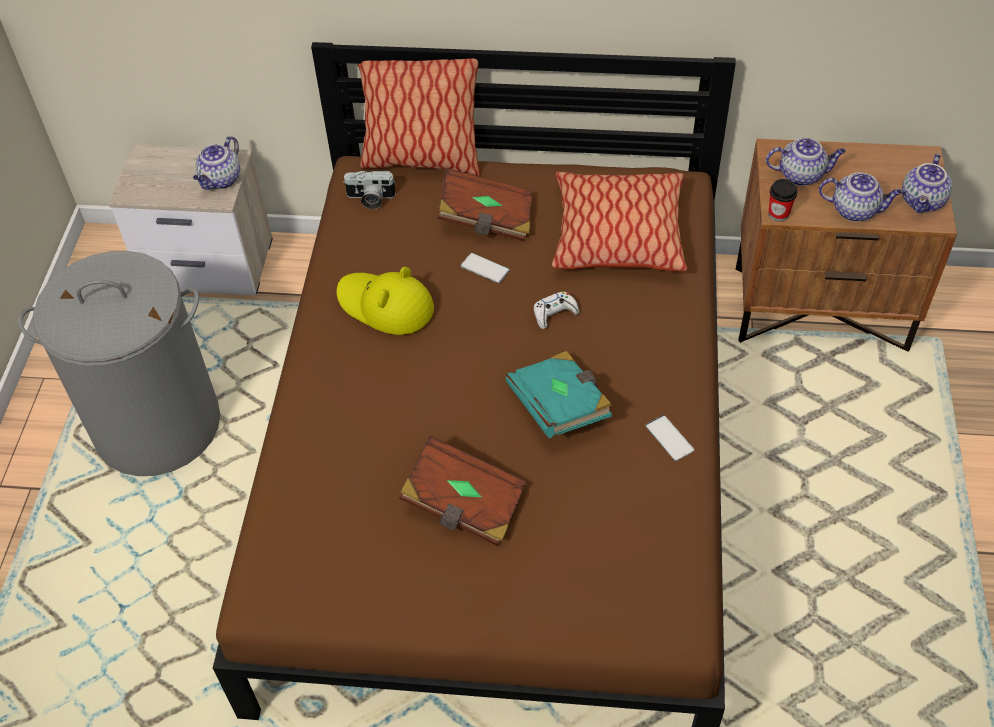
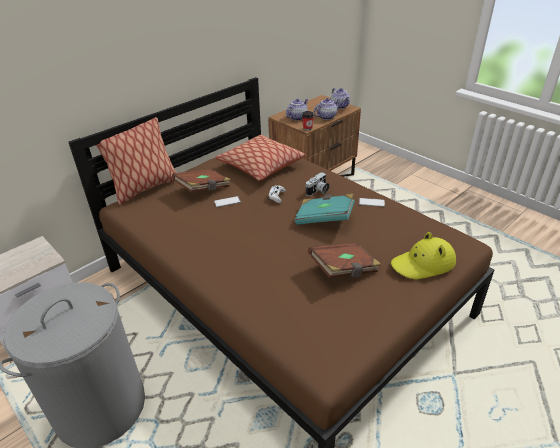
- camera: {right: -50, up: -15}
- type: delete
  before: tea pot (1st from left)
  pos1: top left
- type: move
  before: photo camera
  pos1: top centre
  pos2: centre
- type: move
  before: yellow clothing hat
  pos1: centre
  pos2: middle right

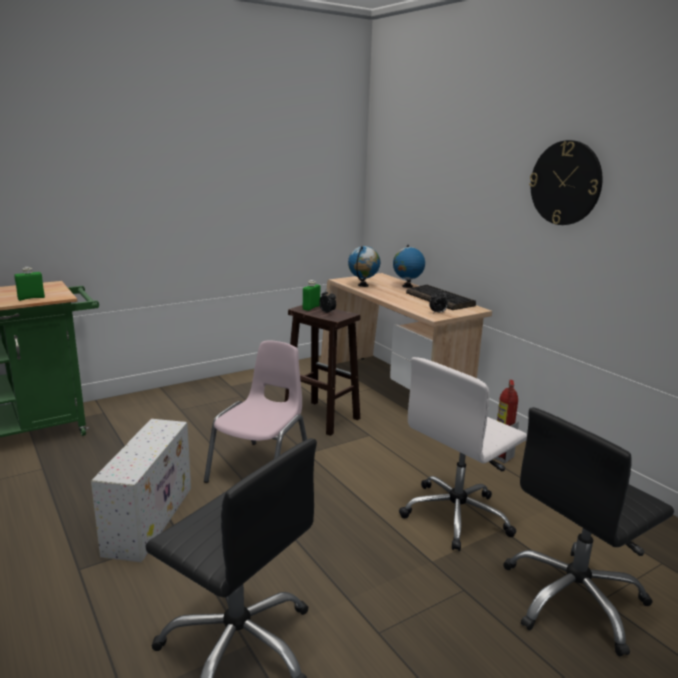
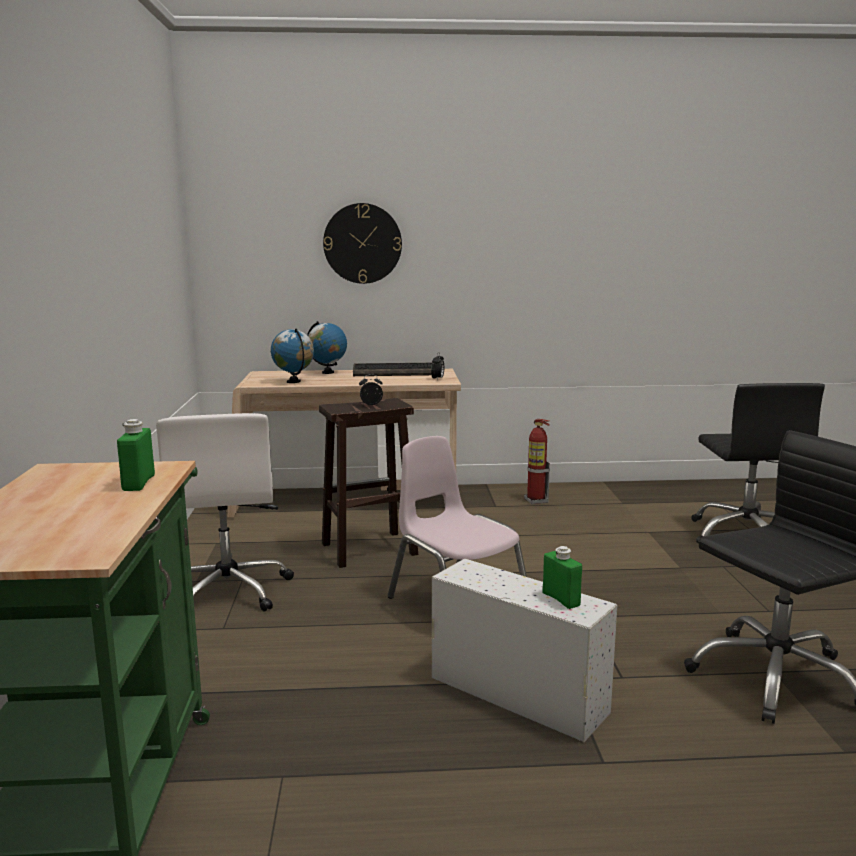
- camera: {right: -60, up: -5}
- type: move
  before: hanging clock
  pos1: top right
  pos2: top centre
- type: move
  before: green-coloured drink bottle (2nd from left)
  pos1: centre
  pos2: bottom centre
- type: move
  before: white desk chair
  pos1: bottom right
  pos2: middle left

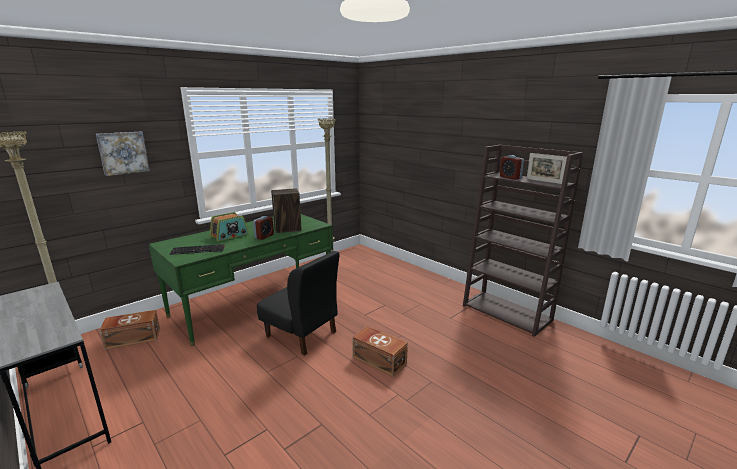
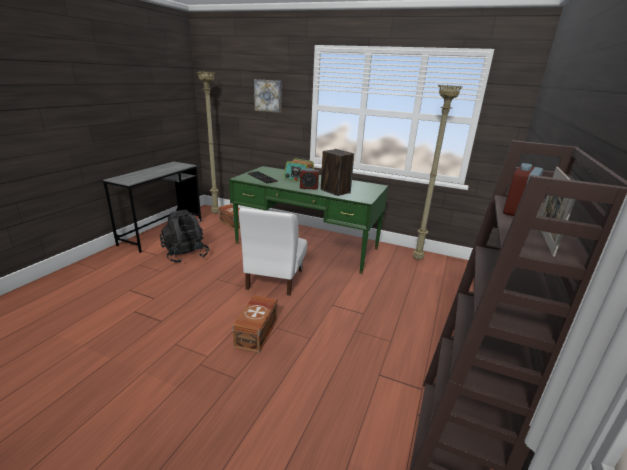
- camera: {right: 65, up: 5}
- type: recolor
  before: black chair
  after: white chair
  pos1: centre
  pos2: centre
- type: insert
  after: black knapsack
  pos2: middle left

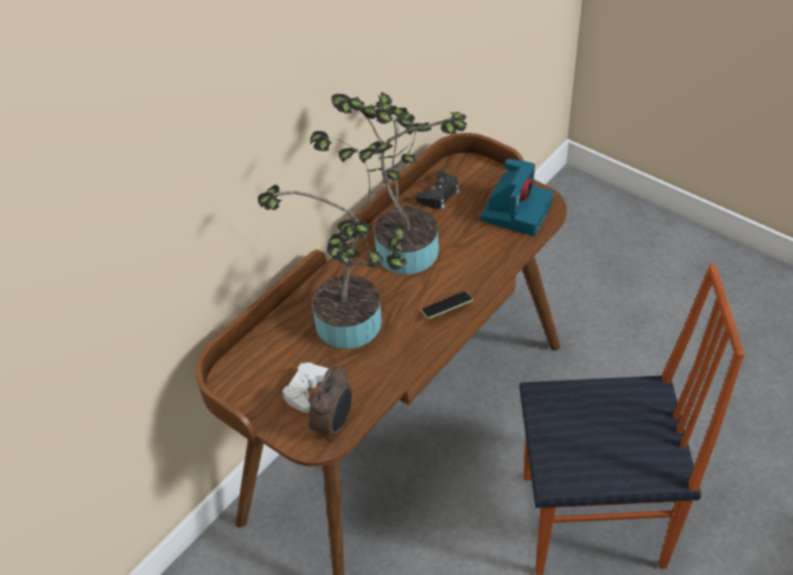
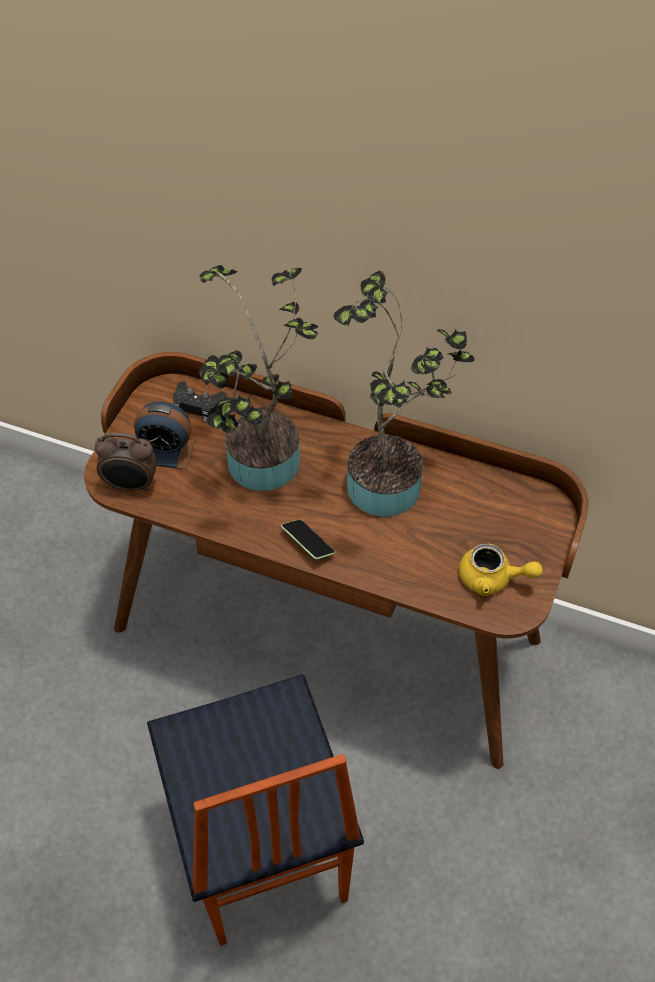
- camera: {right: 70, up: 5}
- type: replace
  before: photo camera
  after: yellow tea pot
  pos1: centre
  pos2: middle right
- type: move
  before: black gamepad
  pos1: top centre
  pos2: middle left
- type: replace
  before: white gamepad
  after: bedside clock (2nd from left)
  pos1: bottom centre
  pos2: middle left

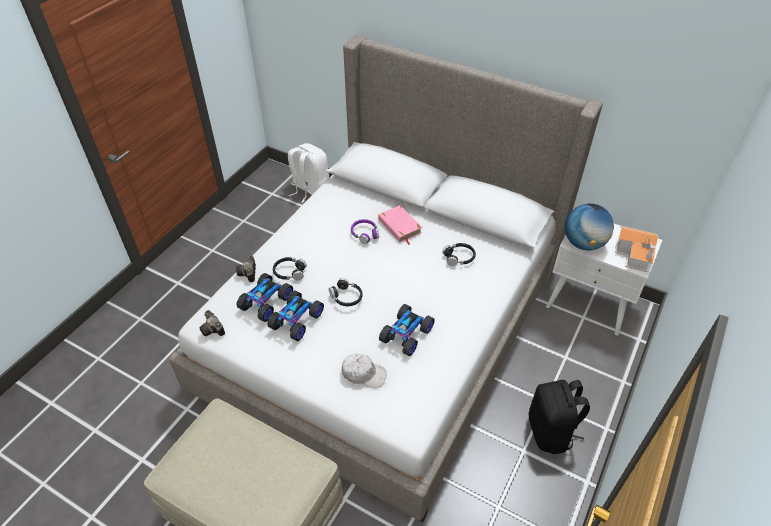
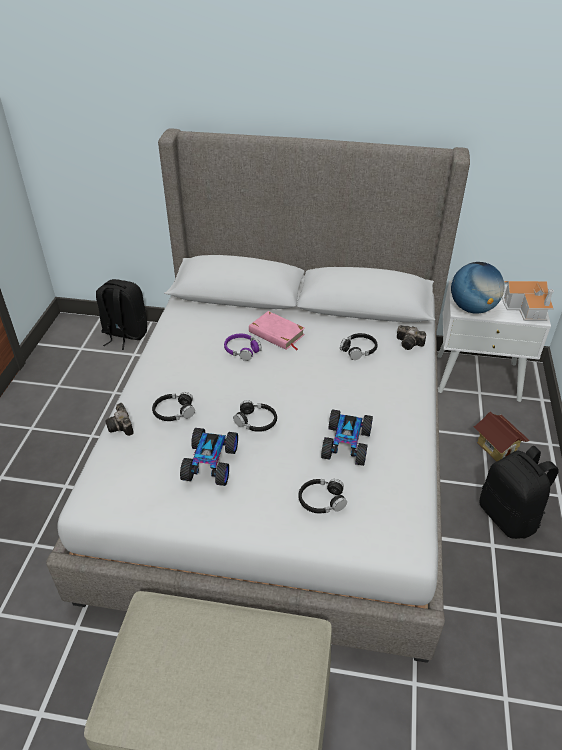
- camera: {right: -20, up: -5}
- type: recolor
  before: white knapsack
  after: black knapsack (1st from left)
  pos1: top centre
  pos2: middle left
- type: delete
  before: toy car (1st from left)
  pos1: centre
- type: move
  before: photo camera (1st from left in the first image)
  after: photo camera (2nd from left)
  pos1: middle left
  pos2: middle right
- type: replace
  before: white cap
  after: black pair of headphones (3rd from left)
  pos1: bottom centre
  pos2: centre
- type: insert
  after: toy house (1st from left)
  pos2: middle right

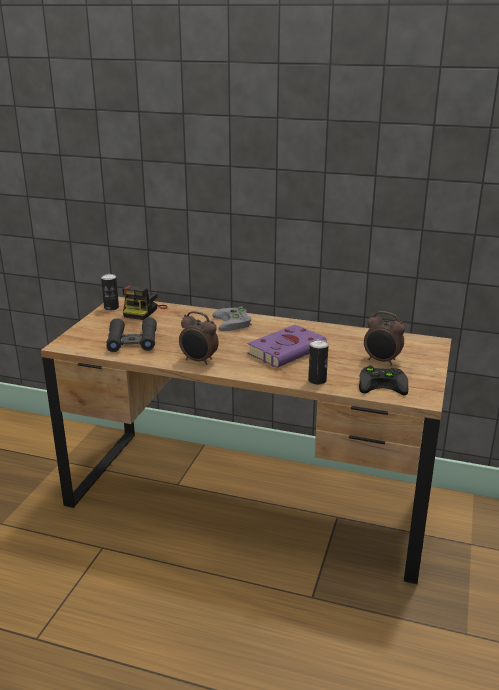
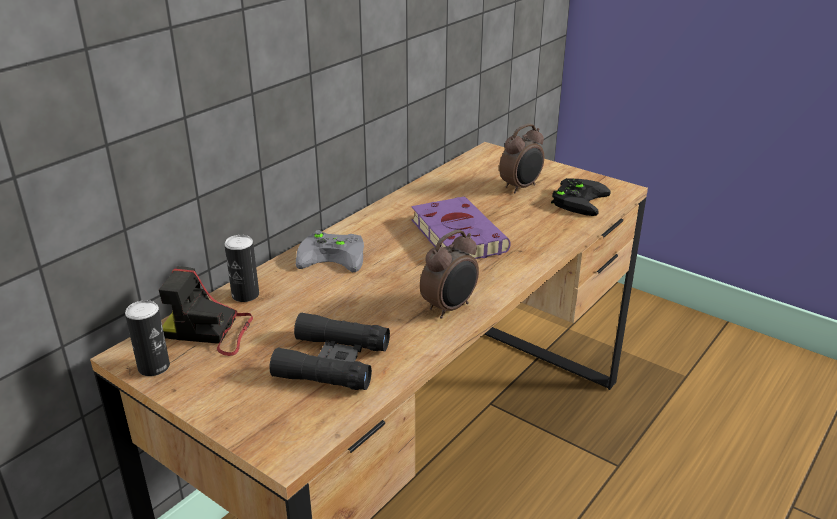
- camera: {right: -70, up: 5}
- type: rotate
  before: photo camera
  pos1: middle left
  pos2: middle left
  turn: 150
- type: move
  before: can (2nd from left)
  pos1: centre
  pos2: middle left

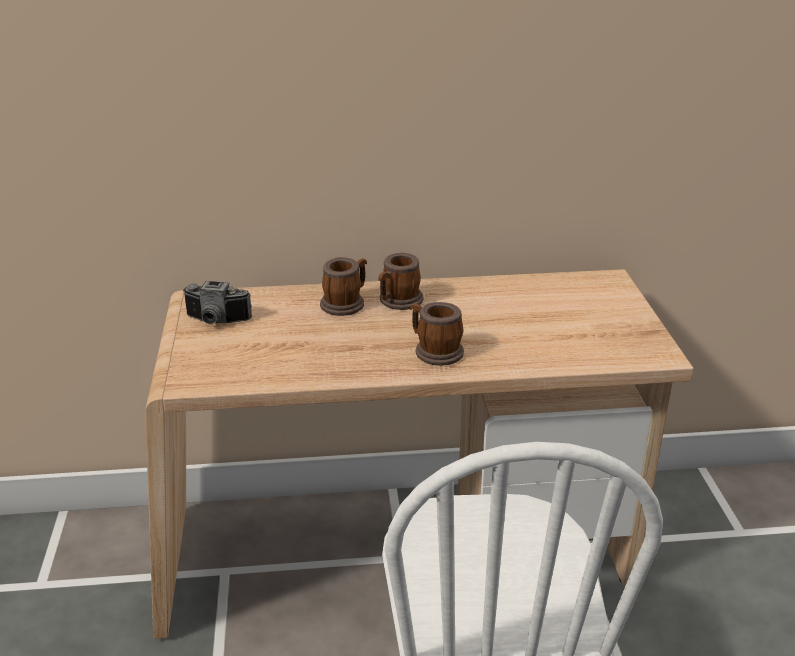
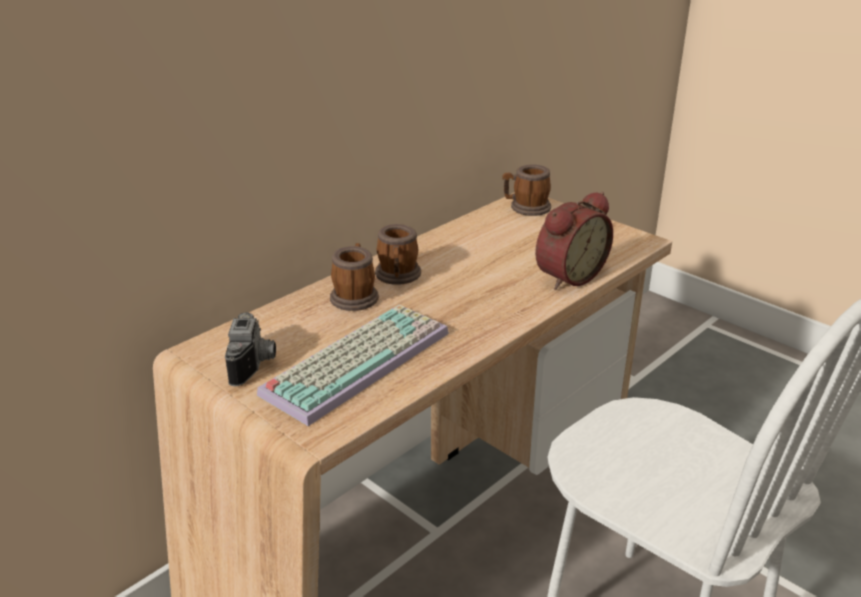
- camera: {right: -40, up: 0}
- type: rotate
  before: photo camera
  pos1: middle left
  pos2: middle left
  turn: -60
- type: move
  before: tea mug (3rd from left)
  pos1: centre
  pos2: top centre
- type: insert
  after: bedside clock
  pos2: middle right
- type: insert
  after: computer keyboard
  pos2: centre

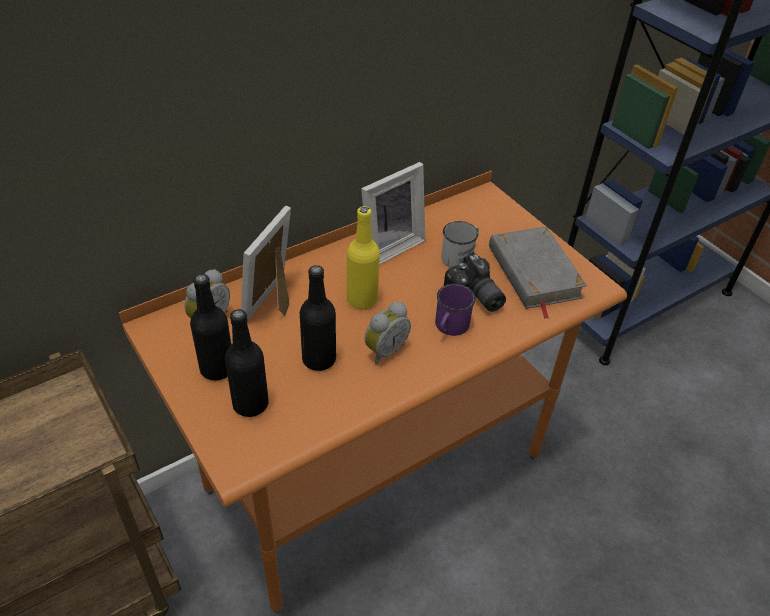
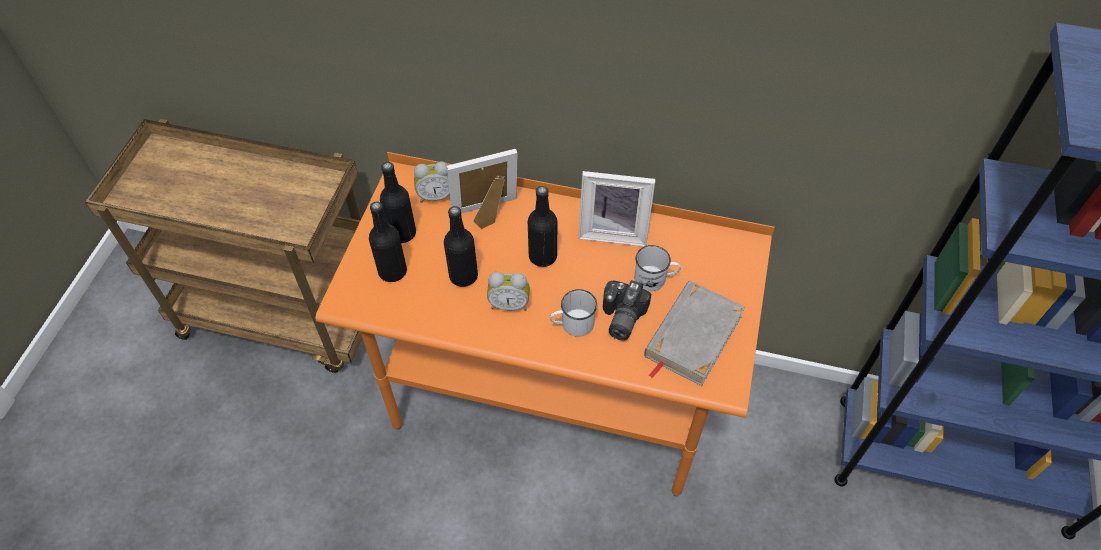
- camera: {right: 50, up: 10}
- type: recolor
  before: yellow drink bottle
  after: black drink bottle (4th from left)
  pos1: centre
  pos2: centre
- type: recolor
  before: purplish tea mug
  after: white tea mug (1st from left)
  pos1: centre
  pos2: centre

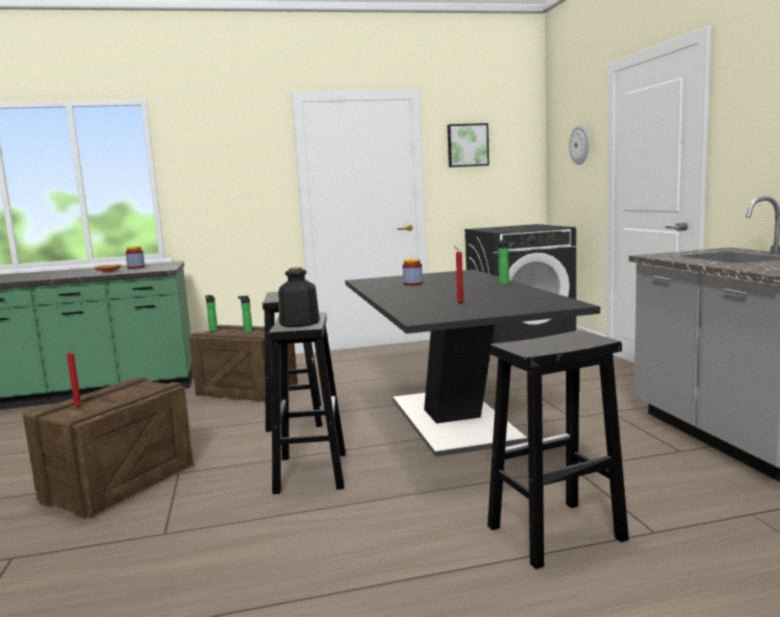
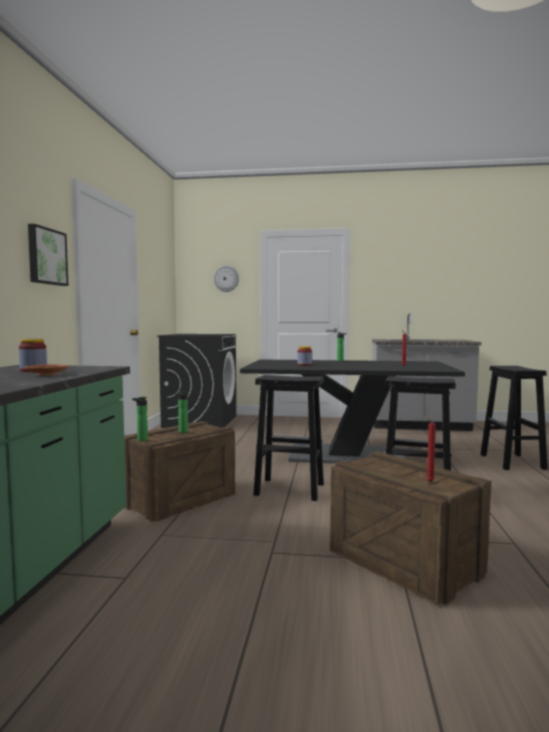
- camera: {right: -70, up: -5}
- type: move
  before: picture
  pos1: top centre
  pos2: middle left
- type: delete
  before: drink bottle (3rd from left)
  pos1: centre

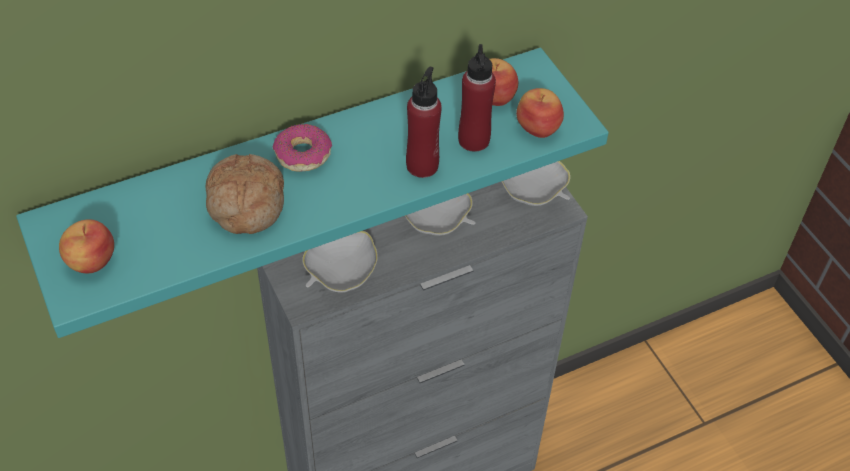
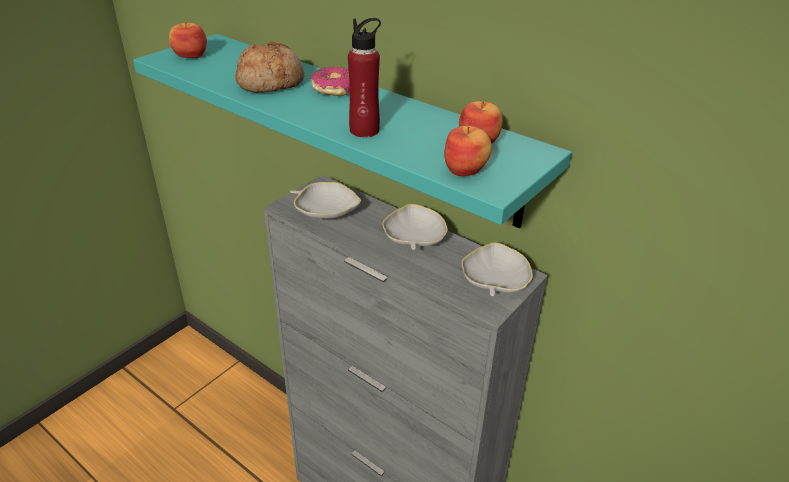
- camera: {right: 65, up: -15}
- type: delete
  before: red-coloured drink bottle (2nd from left)
  pos1: top centre

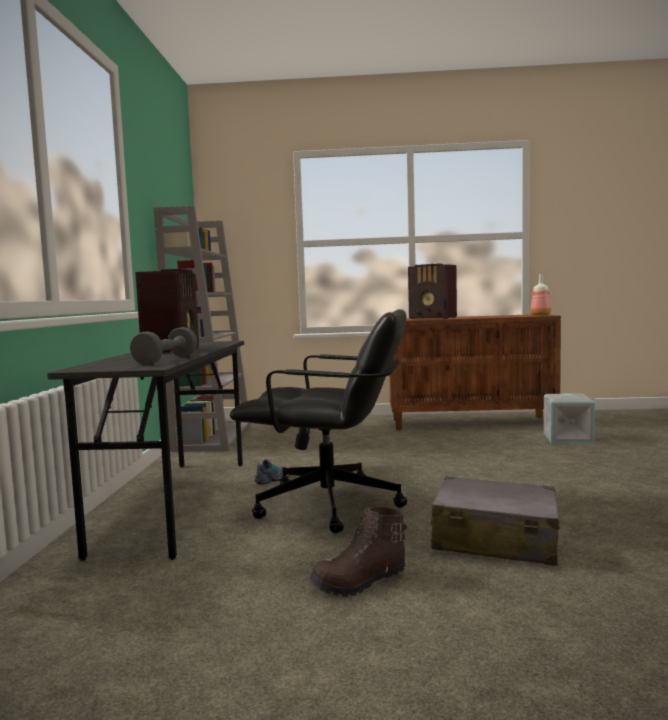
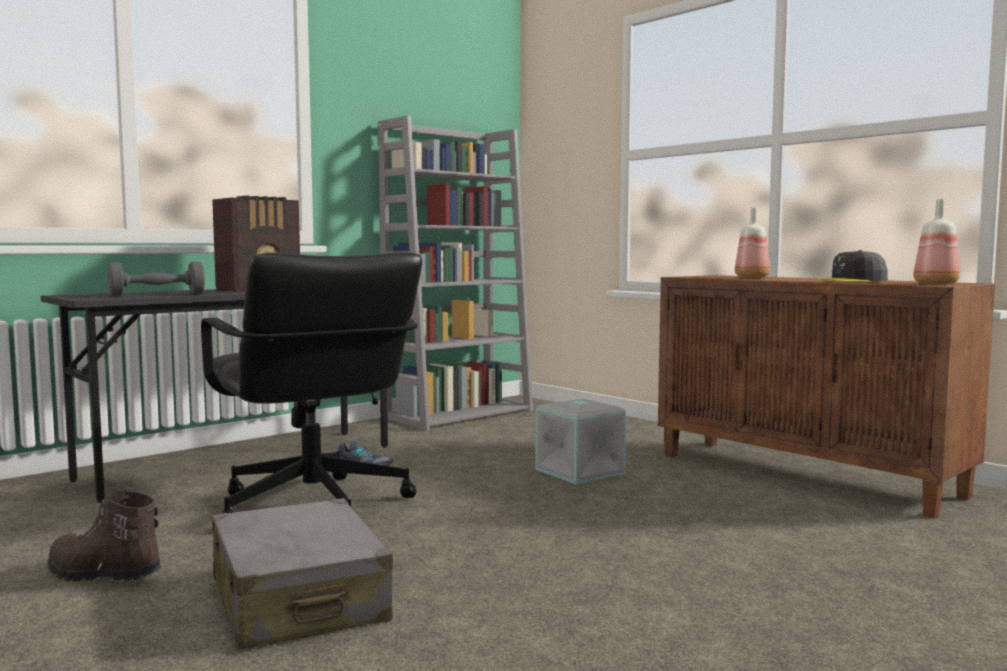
- camera: {right: 45, up: 0}
- type: replace
  before: radio (2nd from left)
  after: drink bottle (1st from left)
  pos1: centre
  pos2: middle right
- type: move
  before: greyish storage bin
  pos1: middle right
  pos2: centre
- type: insert
  after: greyish cap
  pos2: middle right

